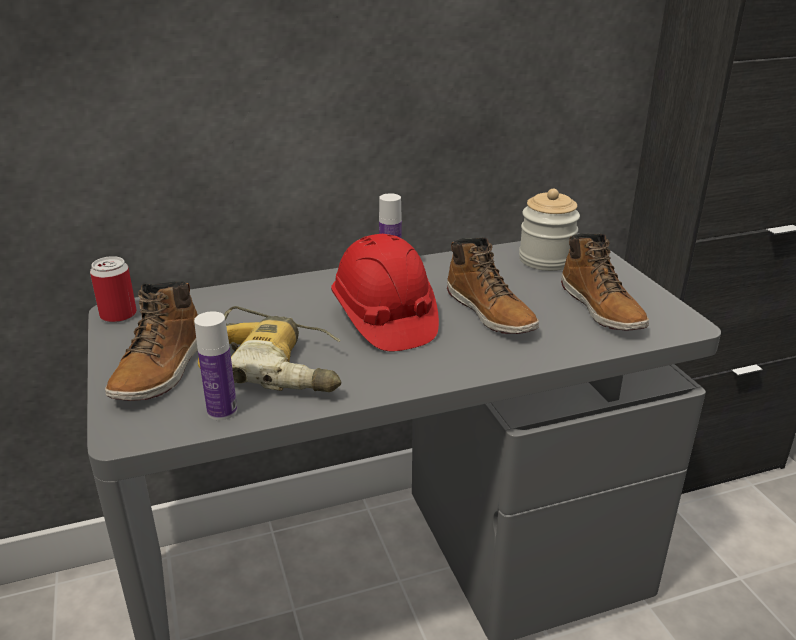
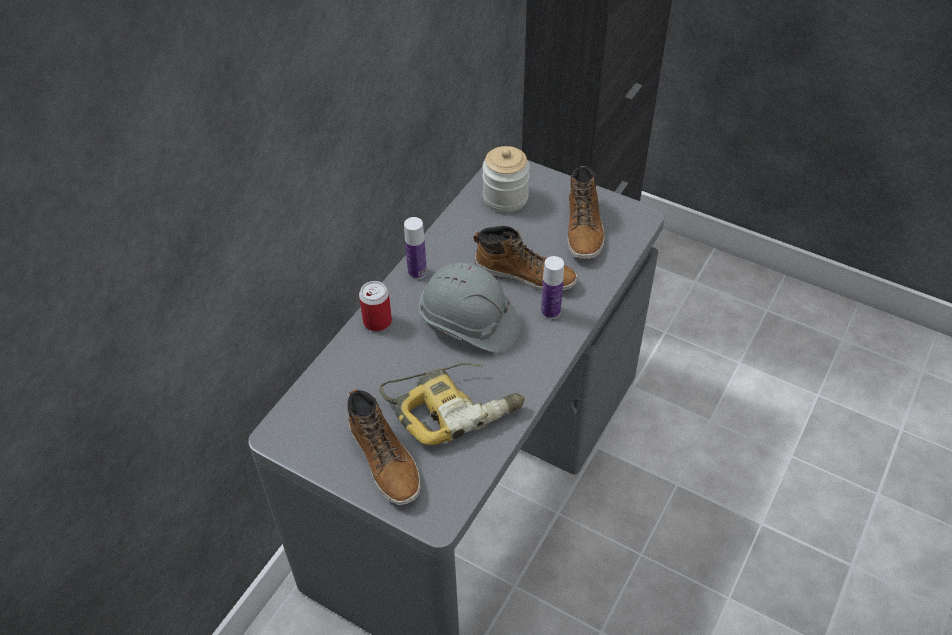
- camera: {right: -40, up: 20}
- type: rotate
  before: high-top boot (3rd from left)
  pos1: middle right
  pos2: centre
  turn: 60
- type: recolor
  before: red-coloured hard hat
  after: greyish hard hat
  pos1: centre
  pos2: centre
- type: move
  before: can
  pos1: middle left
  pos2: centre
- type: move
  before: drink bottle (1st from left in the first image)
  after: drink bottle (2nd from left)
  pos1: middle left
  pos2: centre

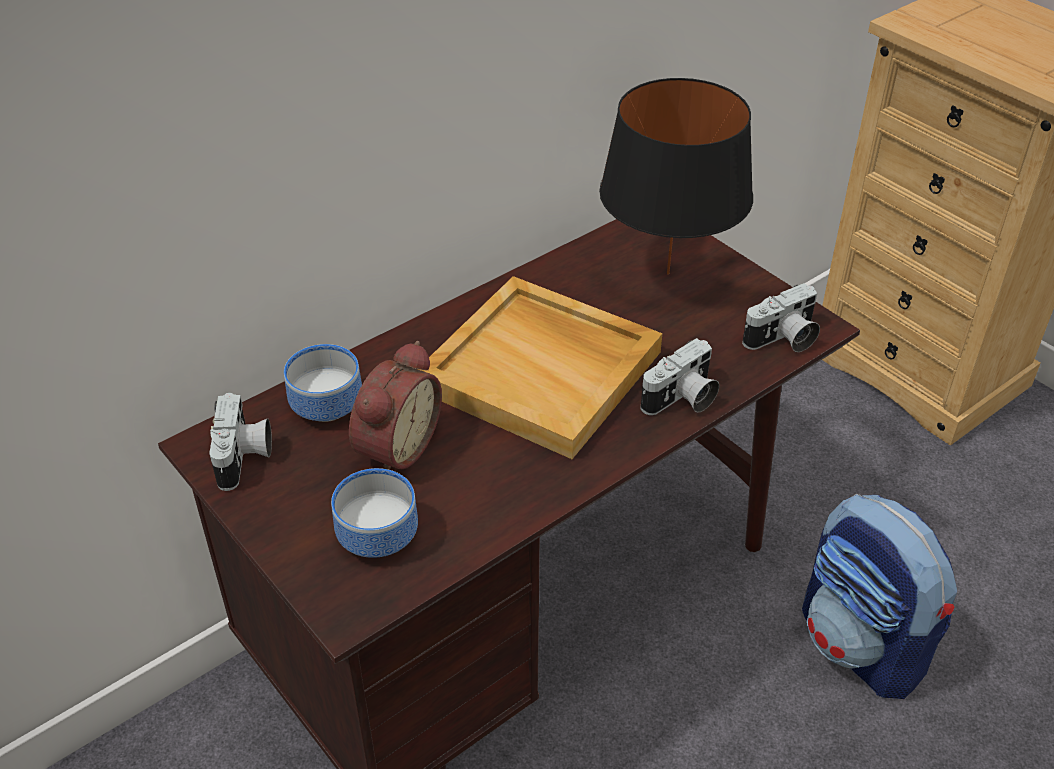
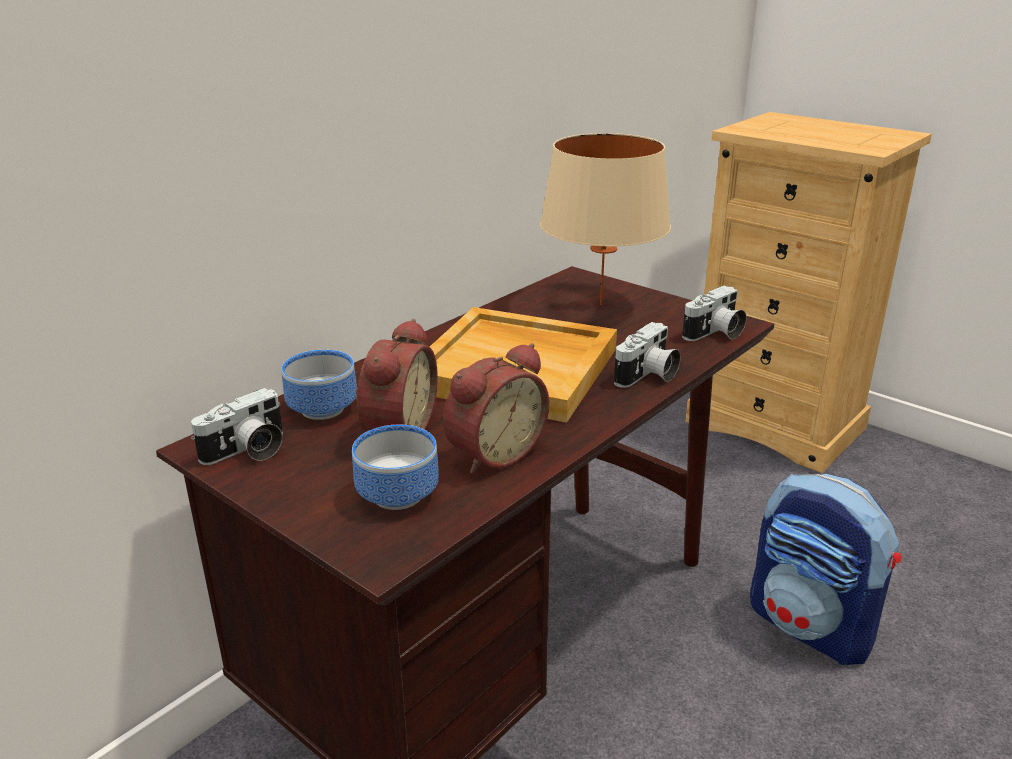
- camera: {right: -10, up: -15}
- type: recolor
  before: black lamp for a table
  after: beige lamp for a table
  pos1: top centre
  pos2: top centre
- type: rotate
  before: photo camera (1st from left)
  pos1: middle left
  pos2: middle left
  turn: 60
- type: insert
  after: bedside clock (2nd from left)
  pos2: centre

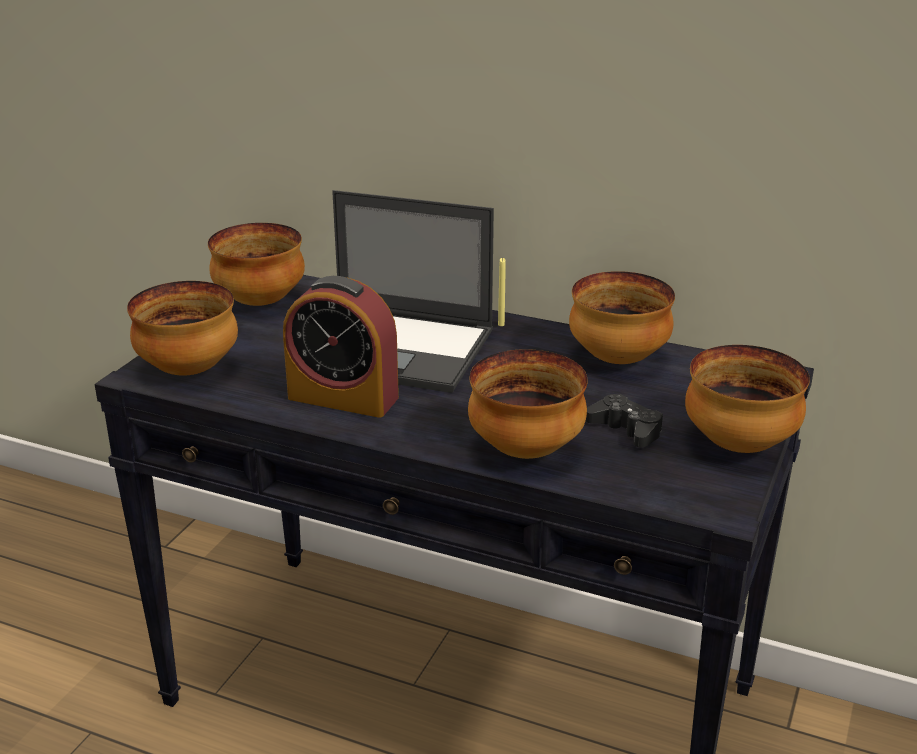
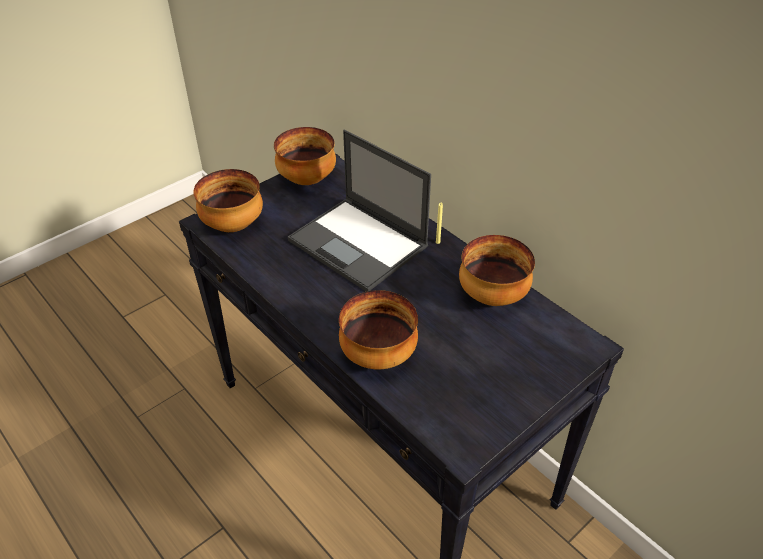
- camera: {right: 25, up: 15}
- type: delete
  before: bedside clock
  pos1: centre
- type: delete
  before: deep dish (5th from left)
  pos1: middle right
- type: delete
  before: black gamepad
  pos1: middle right

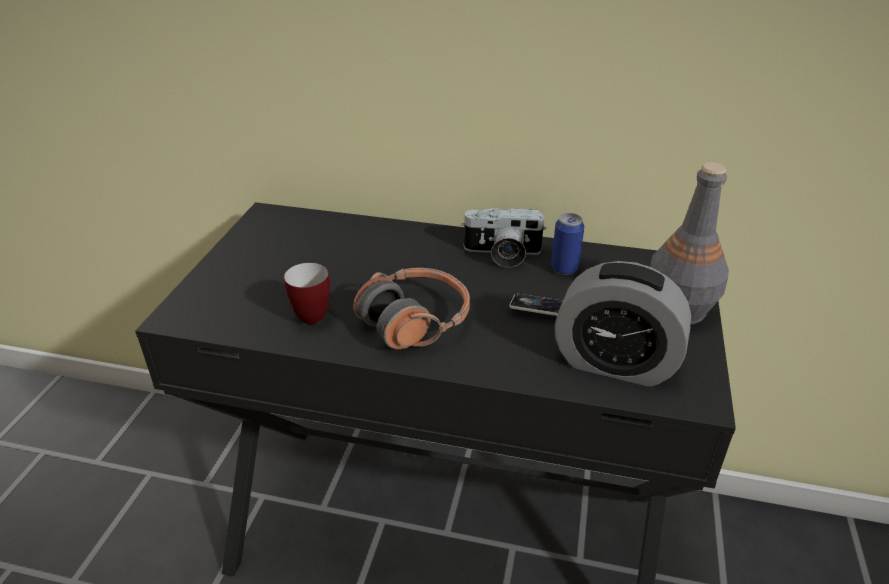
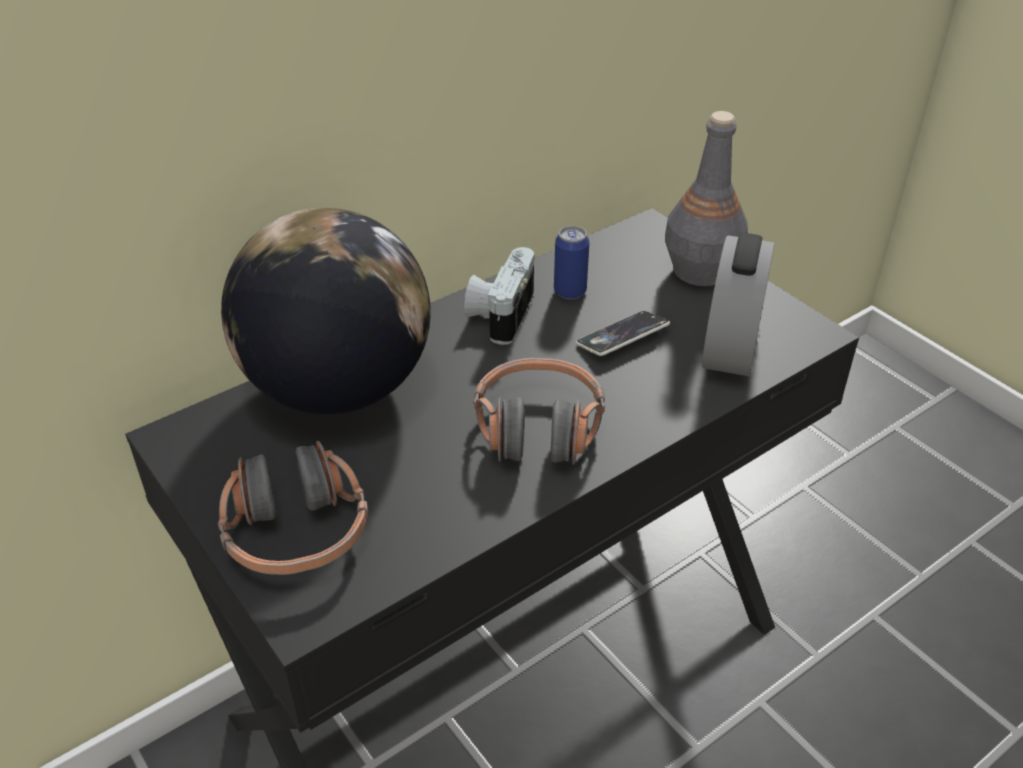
- camera: {right: -50, up: 5}
- type: rotate
  before: photo camera
  pos1: centre
  pos2: centre
  turn: 150
- type: rotate
  before: bedside clock
  pos1: middle right
  pos2: middle right
  turn: -45
- type: delete
  before: tea mug
  pos1: centre
- type: insert
  after: desk globe
  pos2: middle left
- type: insert
  after: pair of headphones (1st from left)
  pos2: middle left

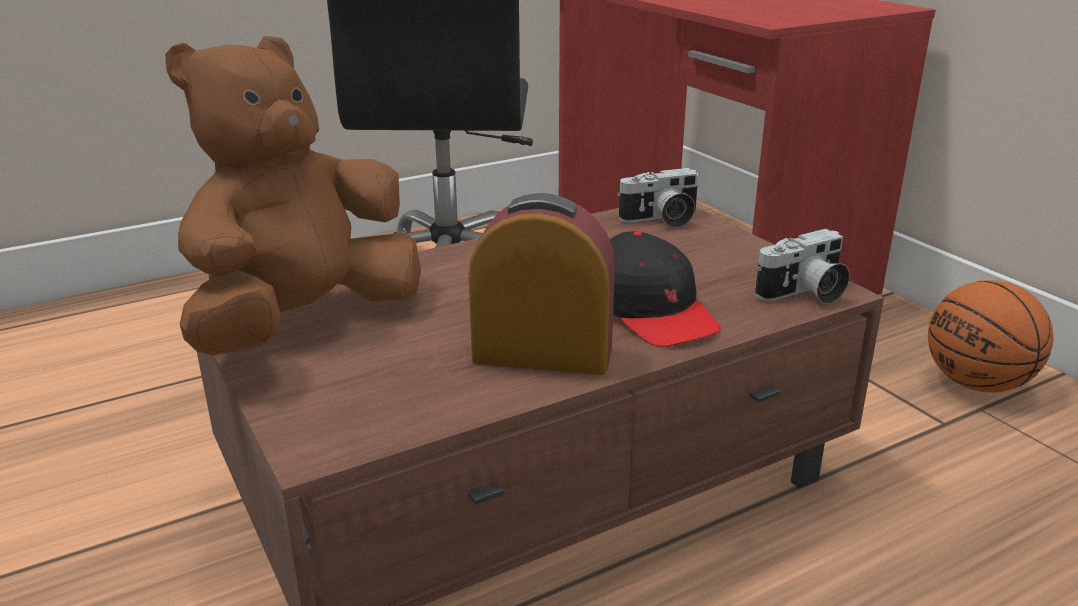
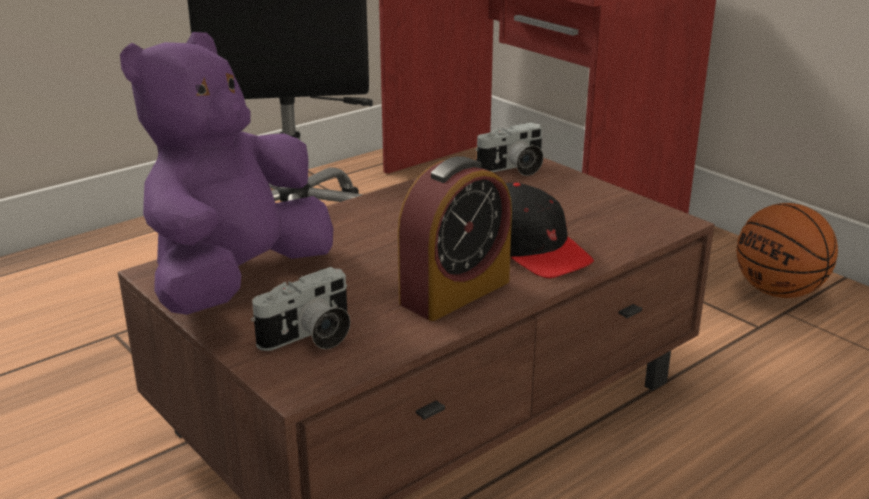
- camera: {right: -10, up: 0}
- type: recolor
  before: brown-coloured plush toy
  after: purplish plush toy
  pos1: top left
  pos2: middle left
- type: rotate
  before: bedside clock
  pos1: centre
  pos2: centre
  turn: 135
- type: move
  before: photo camera (2nd from left in the first image)
  after: photo camera (1st from left)
  pos1: middle right
  pos2: centre

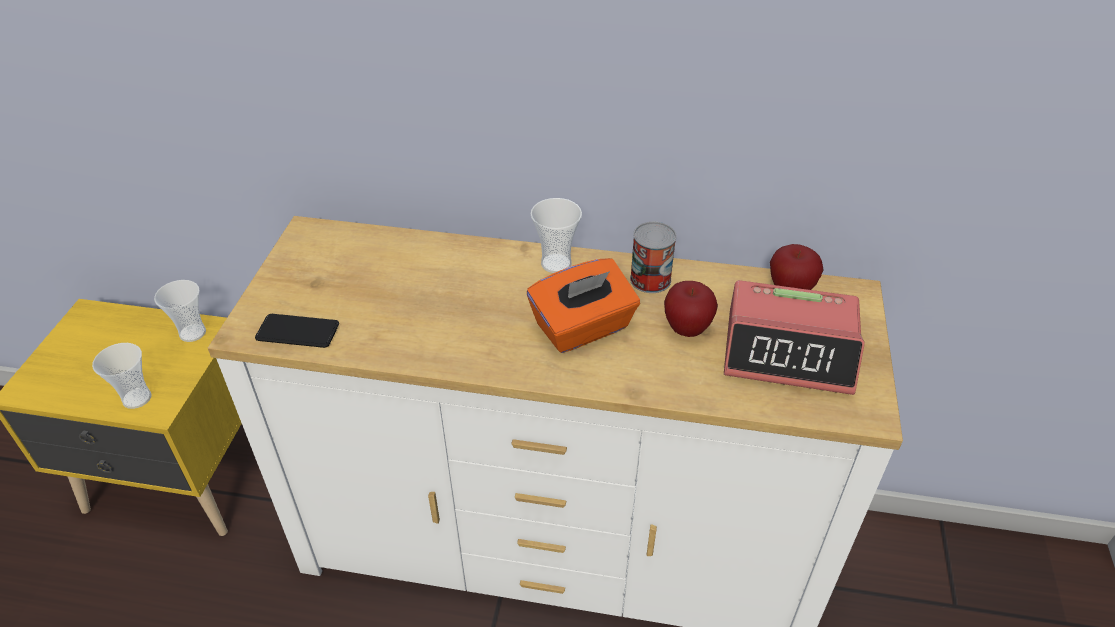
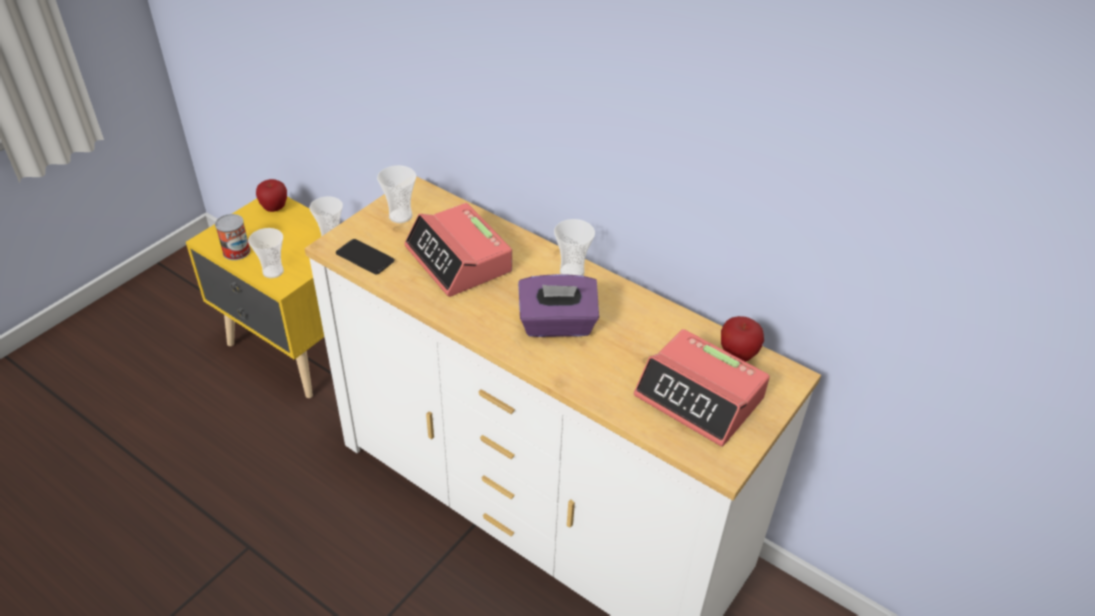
- camera: {right: 25, up: 0}
- type: move
  before: can
  pos1: centre
  pos2: middle left
- type: recolor
  before: orange tissue holder
  after: purplish tissue holder
  pos1: centre
  pos2: centre
- type: move
  before: whole apple (1st from left)
  pos1: centre
  pos2: top left
- type: insert
  after: small cup (3rd from left)
  pos2: top centre
- type: insert
  after: bedside clock (1st from left)
  pos2: centre

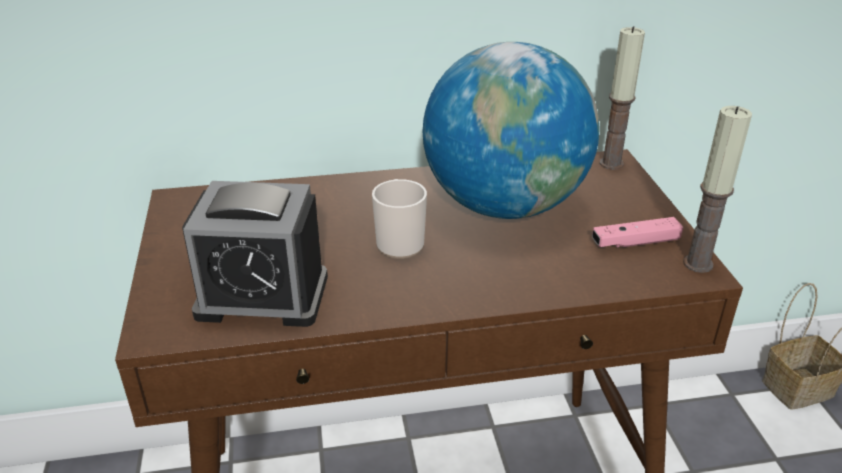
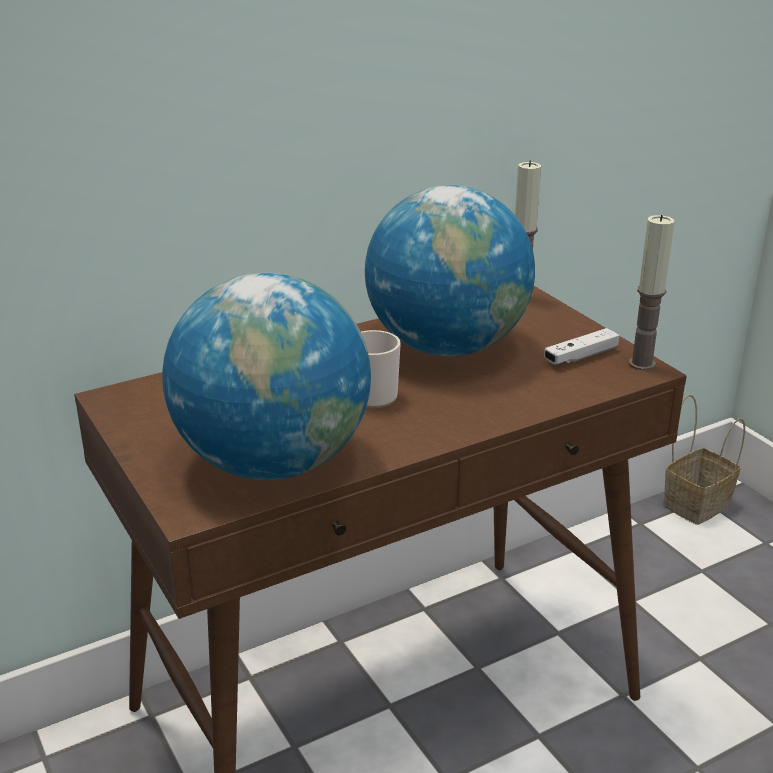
- camera: {right: -20, up: -5}
- type: replace
  before: bedside clock
  after: desk globe (1st from left)
  pos1: middle left
  pos2: centre
- type: recolor
  before: pink gamepad
  after: white gamepad
  pos1: middle right
  pos2: middle right

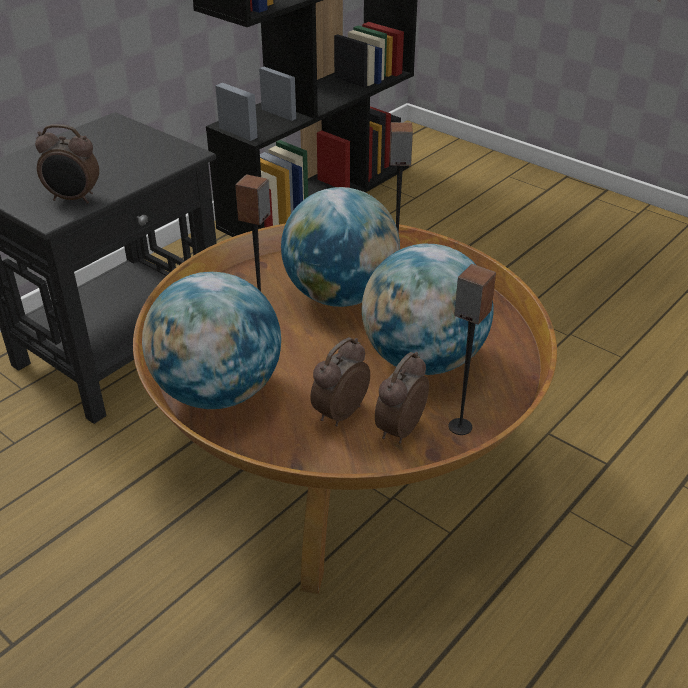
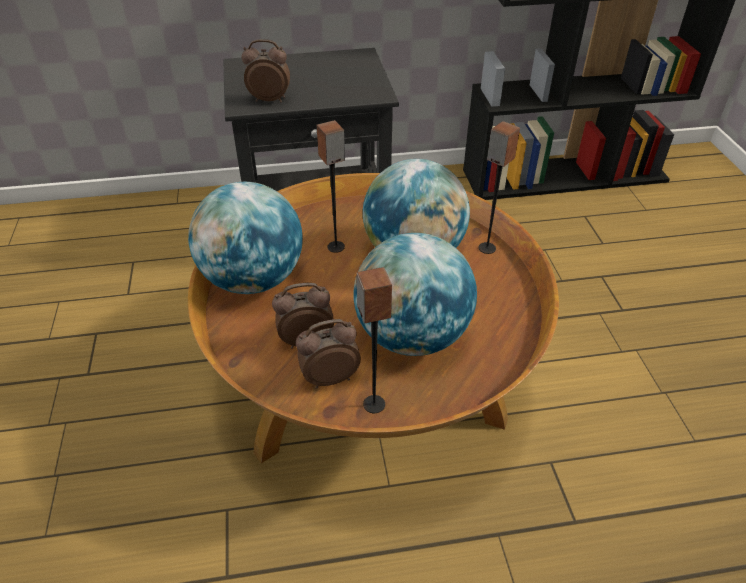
- camera: {right: 40, up: 5}
- type: rotate
  before: bedside clock (1st from left)
  pos1: top left
  pos2: top centre
  turn: 135

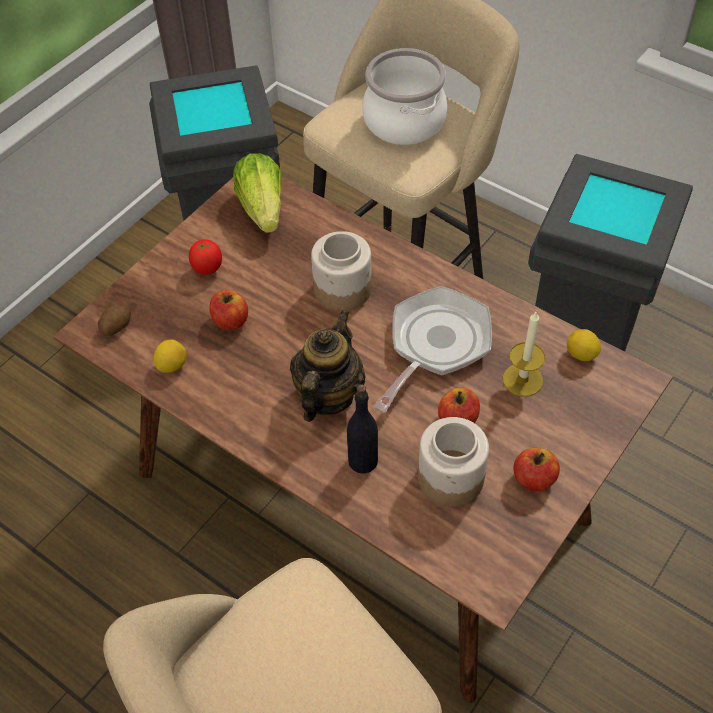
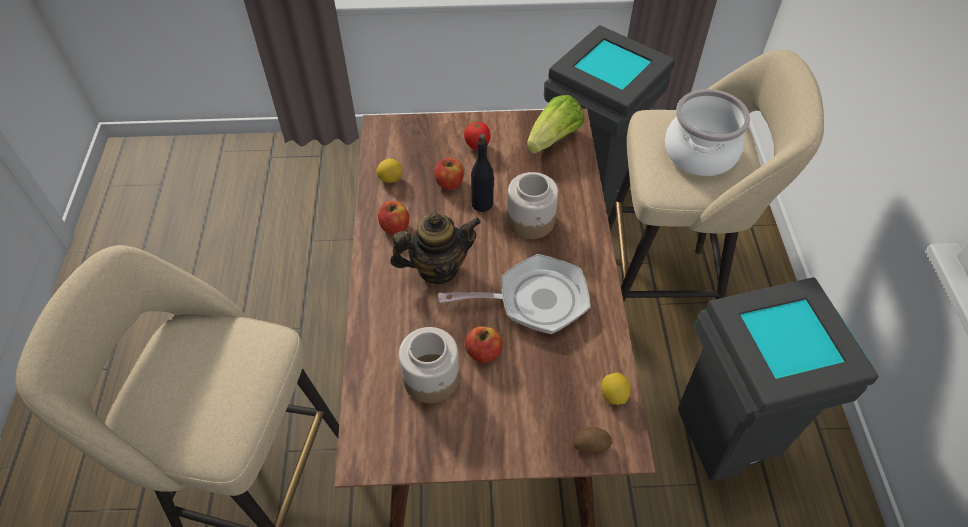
- camera: {right: 50, up: 0}
- type: move
  before: whole potato
  pos1: middle left
  pos2: bottom centre
- type: delete
  before: wax candle
  pos1: middle right
- type: move
  before: black drink bottle
  pos1: centre
  pos2: top centre
- type: move
  before: whole apple (3rd from left in the first image)
  after: whole apple (1st from left)
  pos1: middle right
  pos2: centre

